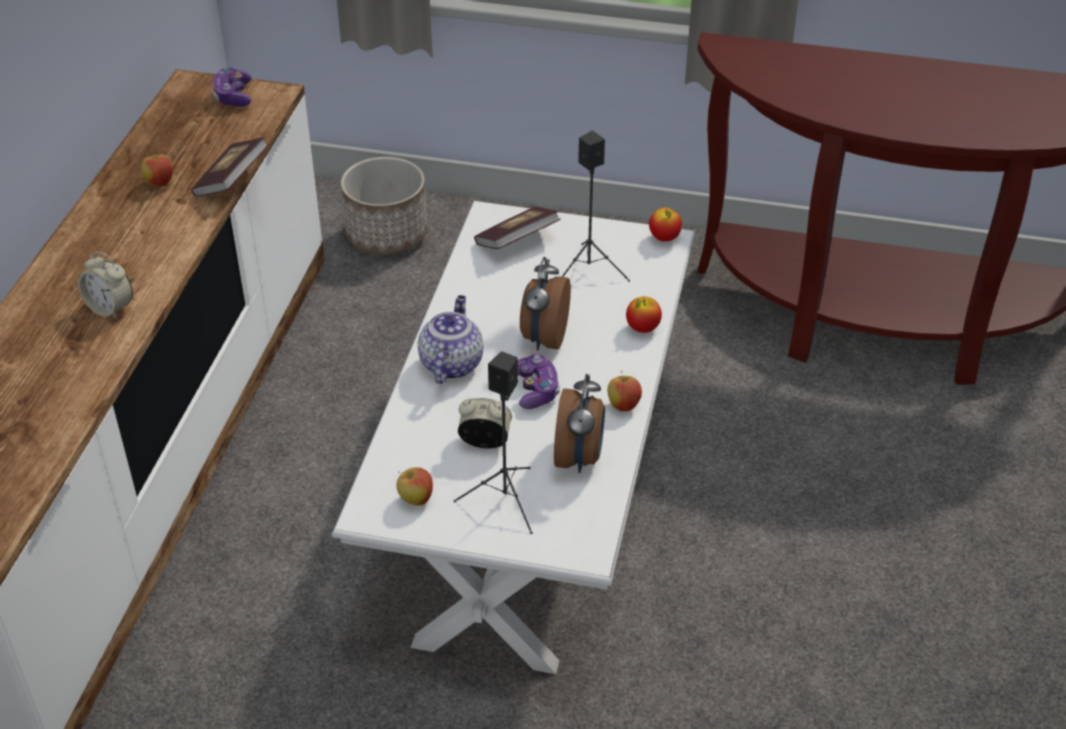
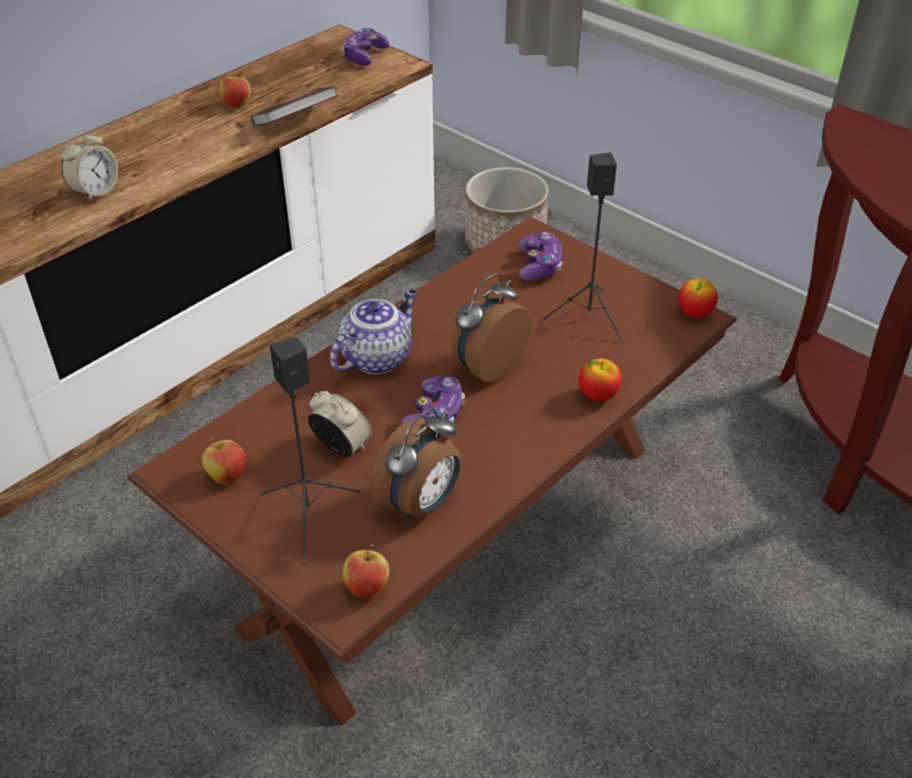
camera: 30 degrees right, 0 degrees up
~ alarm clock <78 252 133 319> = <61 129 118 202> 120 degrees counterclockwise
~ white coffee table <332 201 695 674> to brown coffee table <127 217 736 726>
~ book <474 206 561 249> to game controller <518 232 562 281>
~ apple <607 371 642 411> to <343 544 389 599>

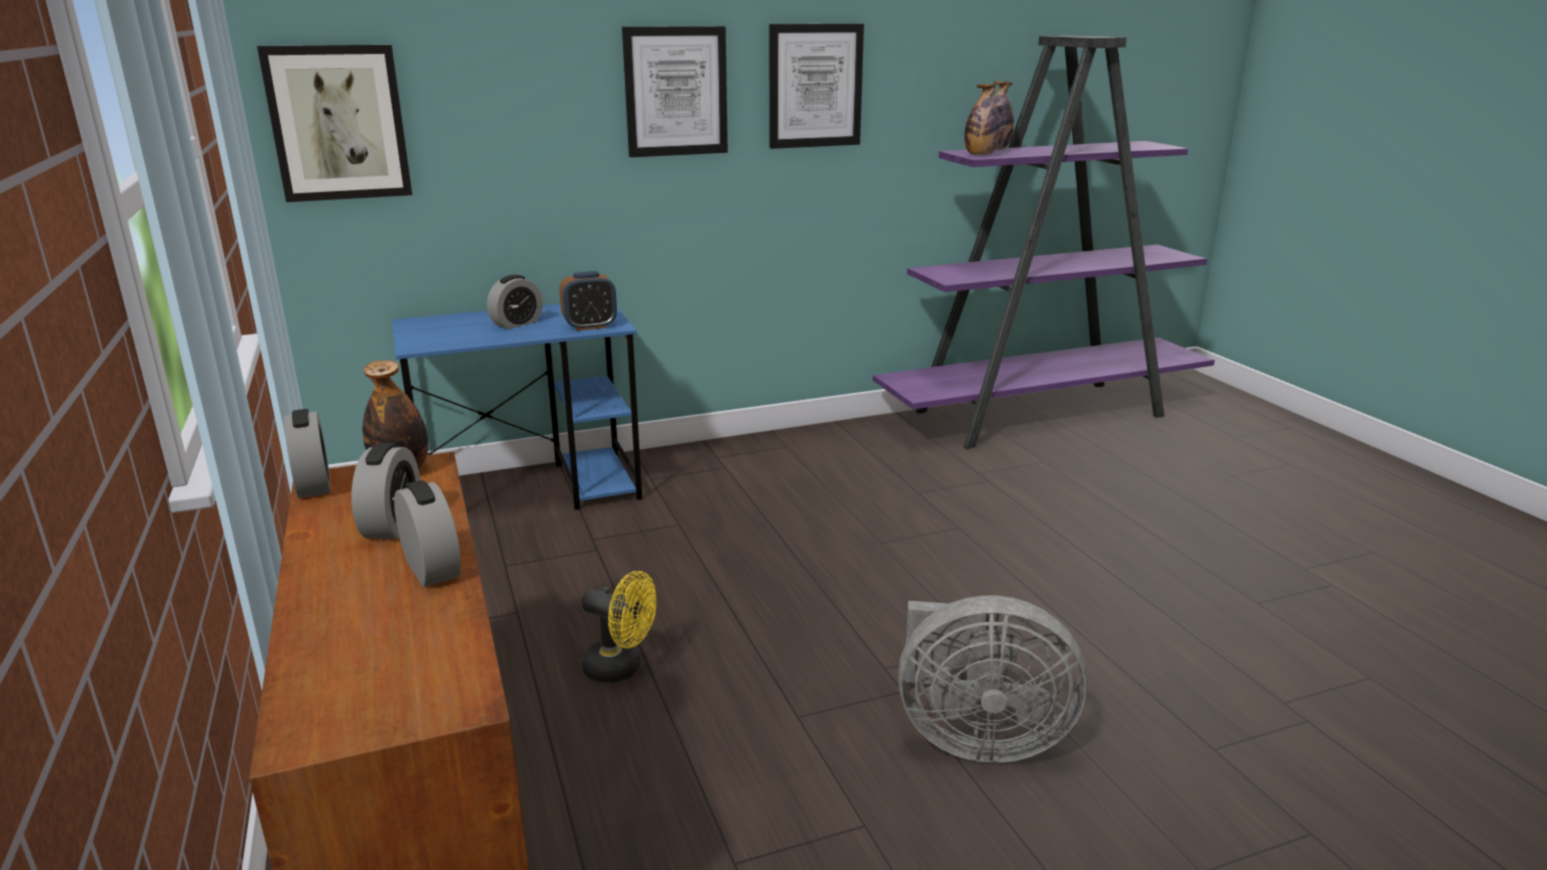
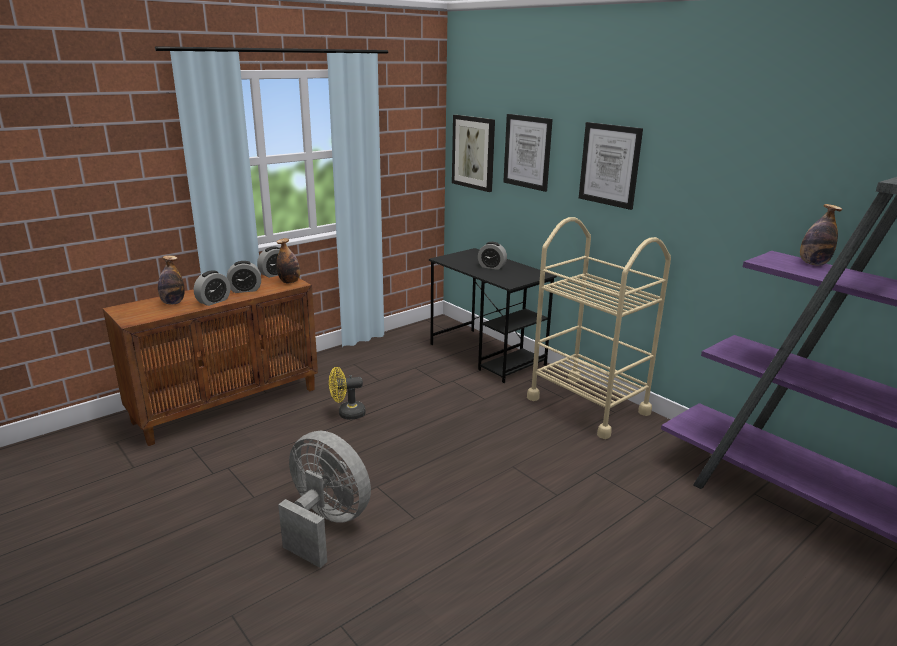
camera: 70 degrees right, 0 degrees up
~ blue desk <392 304 642 510> to black desk <429 248 557 383>
- alarm clock <559 271 617 331>
~ yellow fan <582 571 656 683> = <329 367 366 420> 75 degrees clockwise
~ picture <769 24 864 149> to <503 114 553 192>
~ grey fan <898 596 1087 763> = <278 431 371 568> 135 degrees clockwise
~ bottle <964 84 1000 155> to <158 256 185 305>
+ beige cart <527 217 671 439>

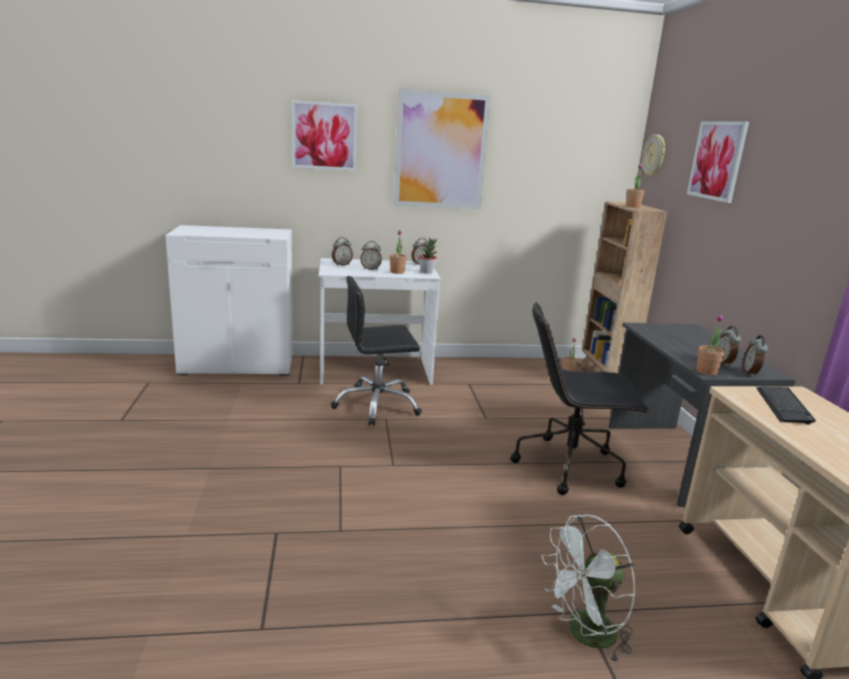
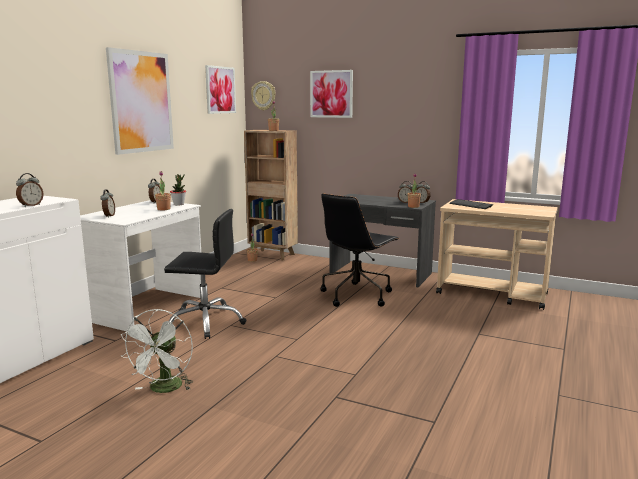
camera: 55 degrees left, 5 degrees down
~ picture <292 100 357 171> to <205 65 236 114>
~ black office chair <331 276 422 426> = <164 209 247 339> 105 degrees counterclockwise
~ alarm clock <360 241 382 270> to <16 173 43 207>
~ white fan <542 514 635 664> to <121 309 193 393>

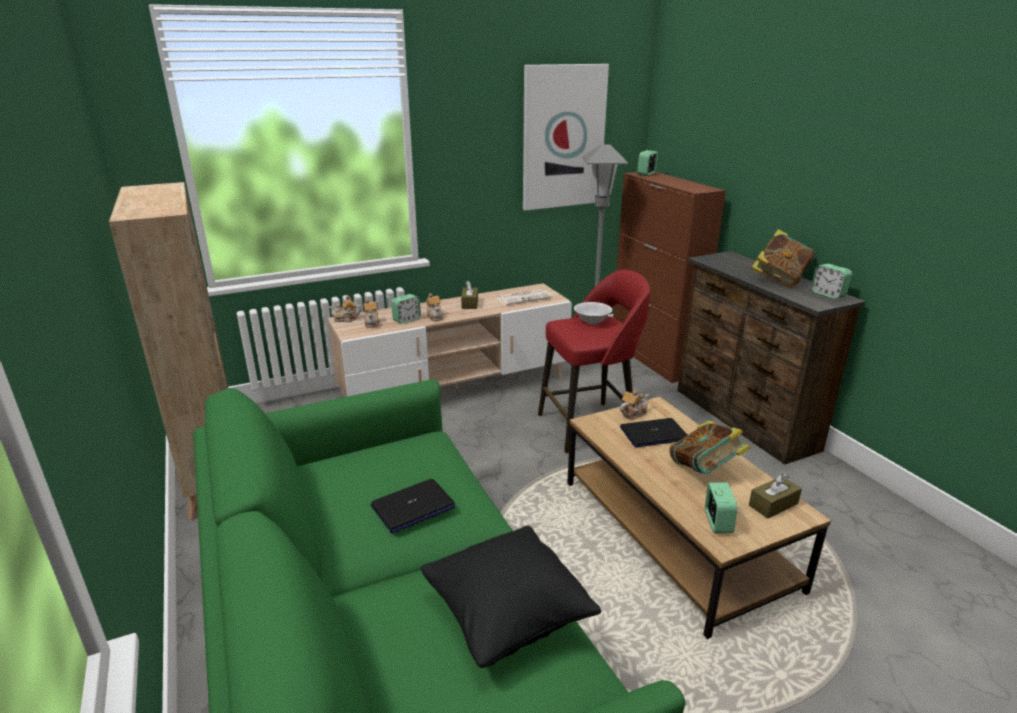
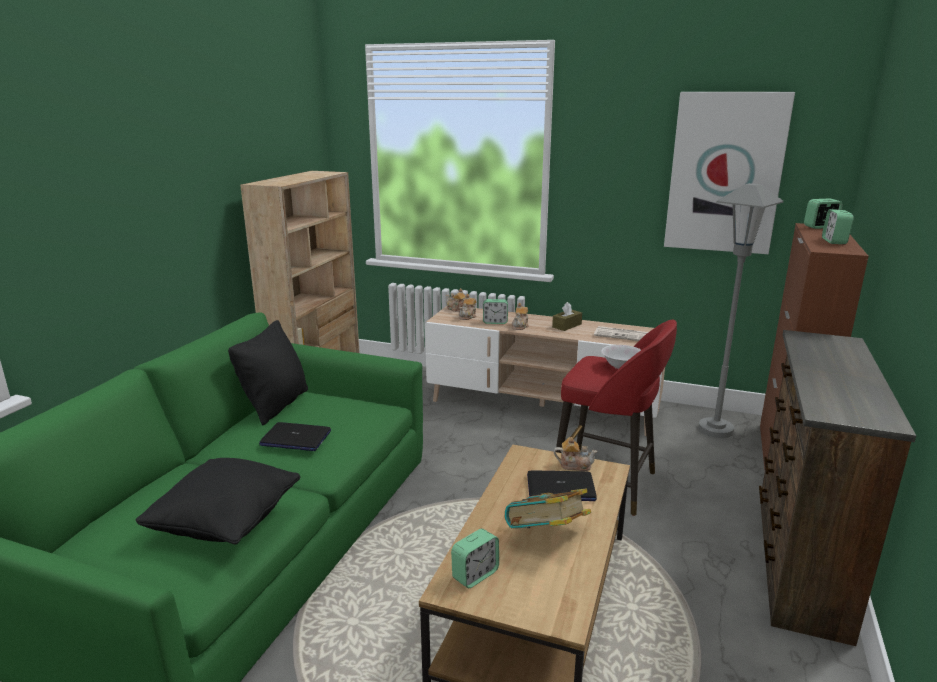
camera: 45 degrees right, 5 degrees down
~ laptop <620 418 687 447> = <527 470 597 501> 150 degrees clockwise
- brown tissue box <749 474 802 519>
- book <751 229 814 288>
~ alarm clock <811 264 852 299> to <822 209 854 244>
+ black pillow <228 320 308 425>

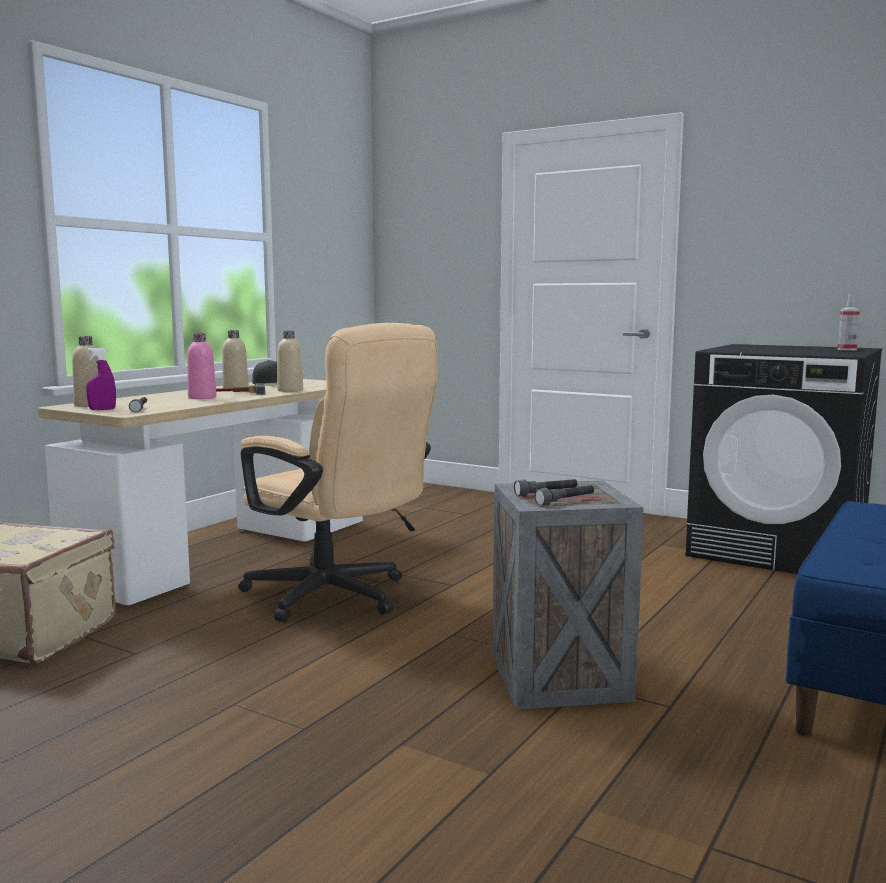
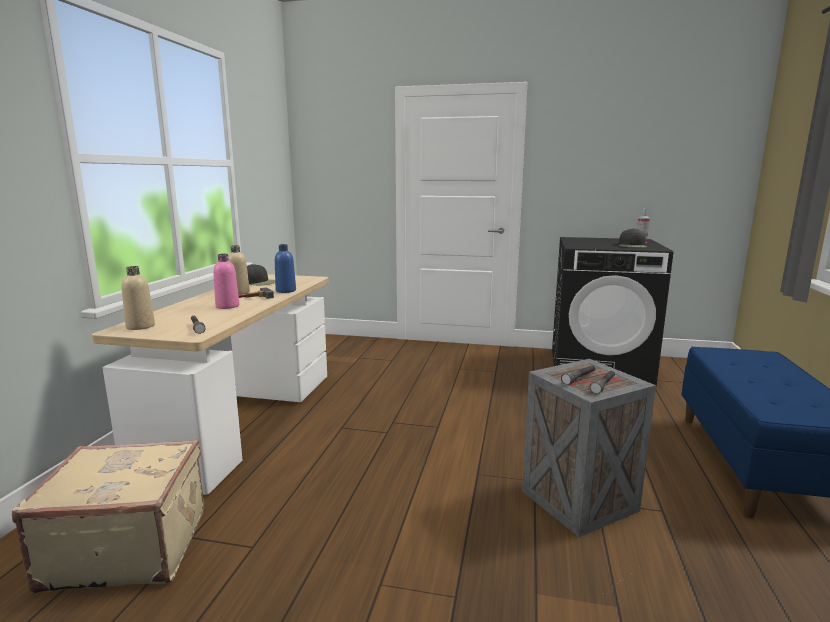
camera: 20 degrees left, 5 degrees up
- purple spray bottle <86 348 116 410>
- beige office chair <238 323 438 623>
~ beige bottle <277 331 303 392> to blue bottle <275 244 296 293>
+ black cap <619 228 647 248>

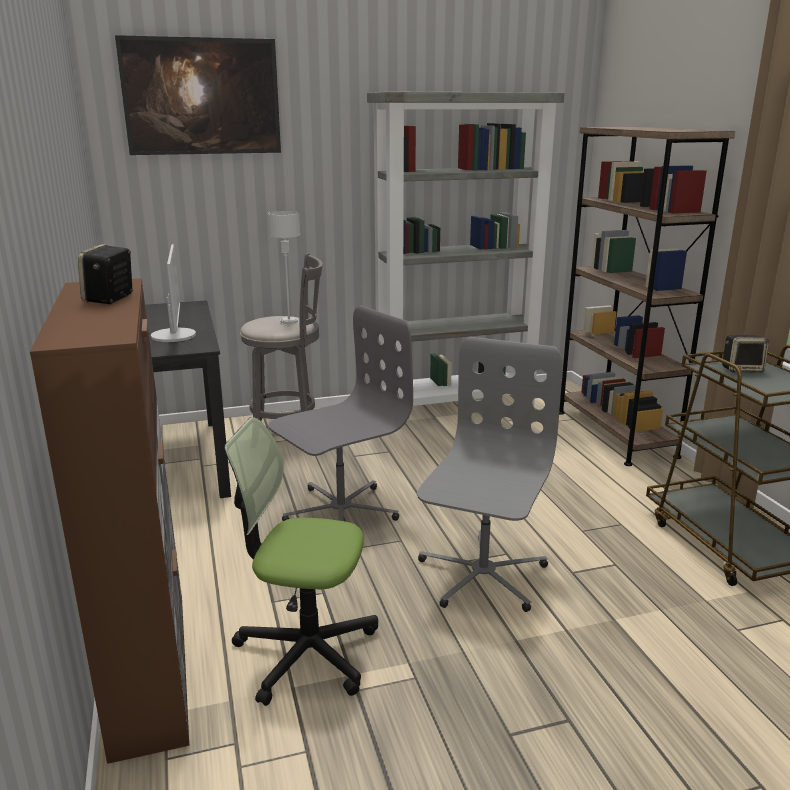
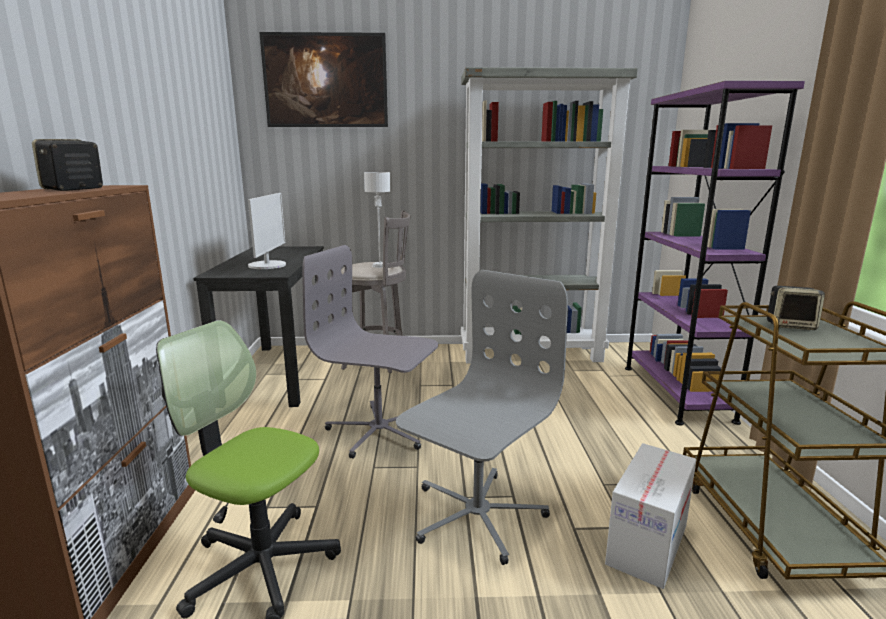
camera: 15 degrees right, 5 degrees down
~ grey office chair <268 305 413 521> = <302 245 438 459> 135 degrees counterclockwise
~ brown bookcase <559 127 735 466> to purple bookcase <625 81 805 426>
+ cardboard box <605 443 697 589>

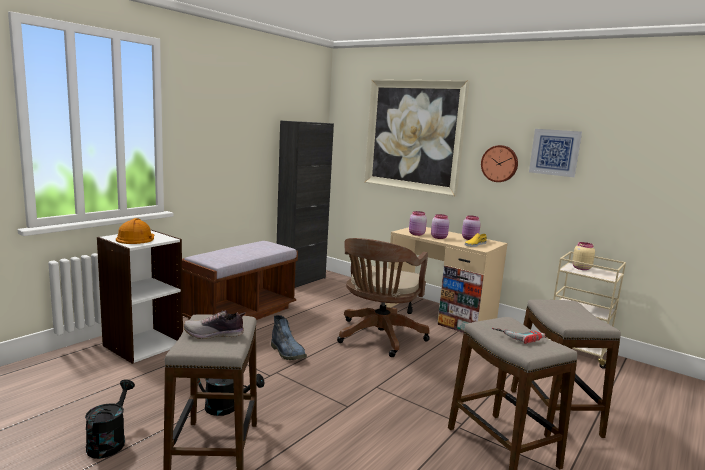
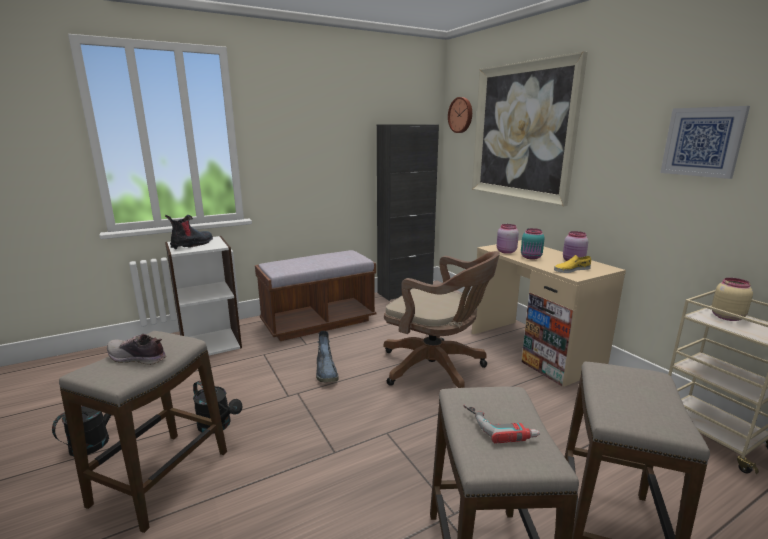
camera: 25 degrees right, 5 degrees up
~ orange hard hat <116 218 155 244> to boot <165 215 213 249>
~ brown office chair <337 238 430 357> = <384 251 500 388> 105 degrees counterclockwise
~ pink jar <431 214 449 239> to turquoise jar <521 228 545 260>
~ wall clock <481 145 518 182> to <448 97 472 133>

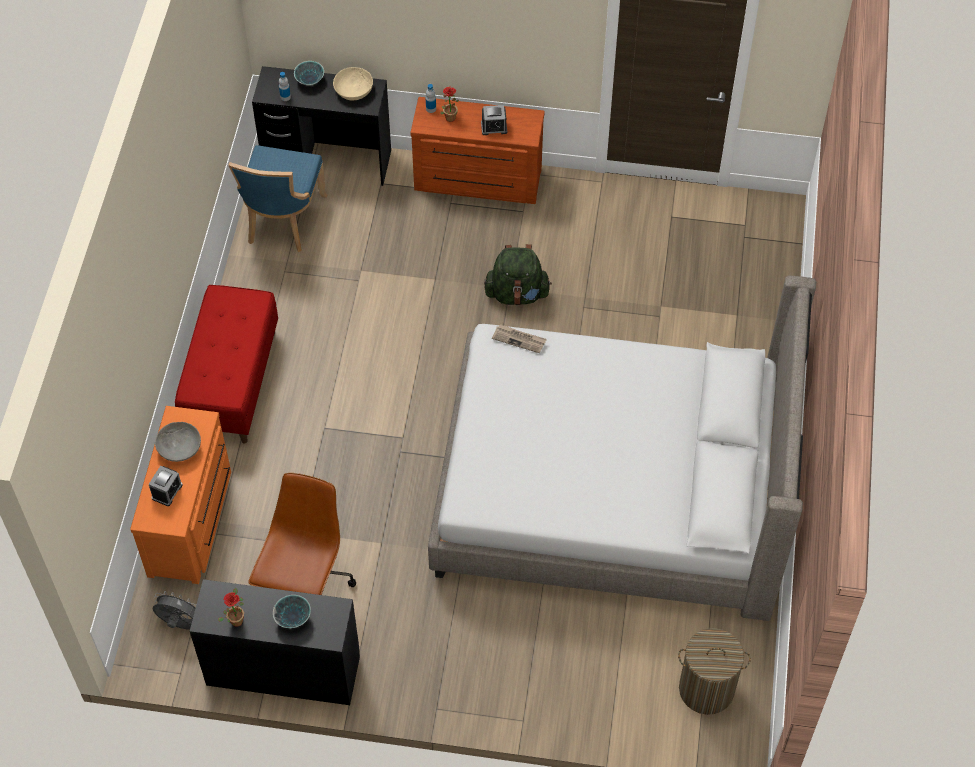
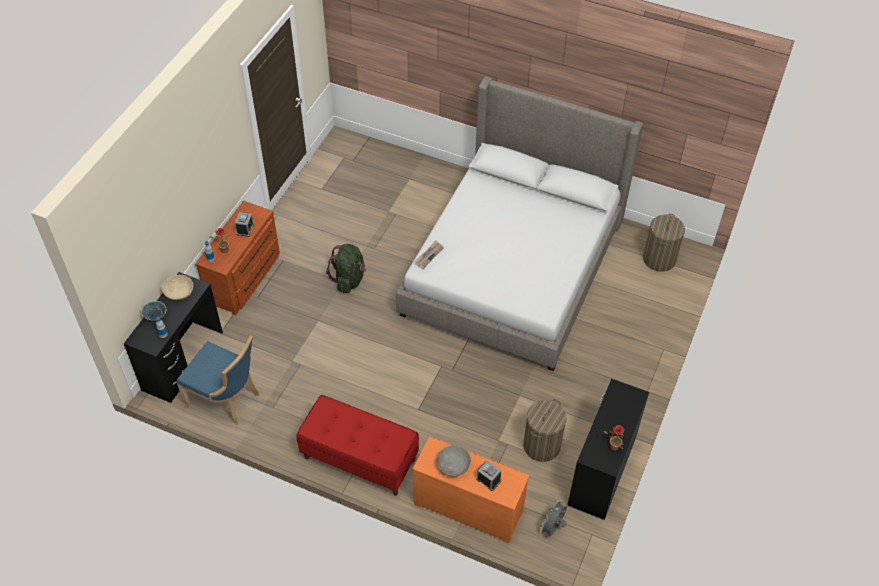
camera: 75 degrees left, 5 degrees down
~ brown office chair <248 473 356 595> to laundry basket <523 399 567 462>
- bowl <273 595 311 628>

